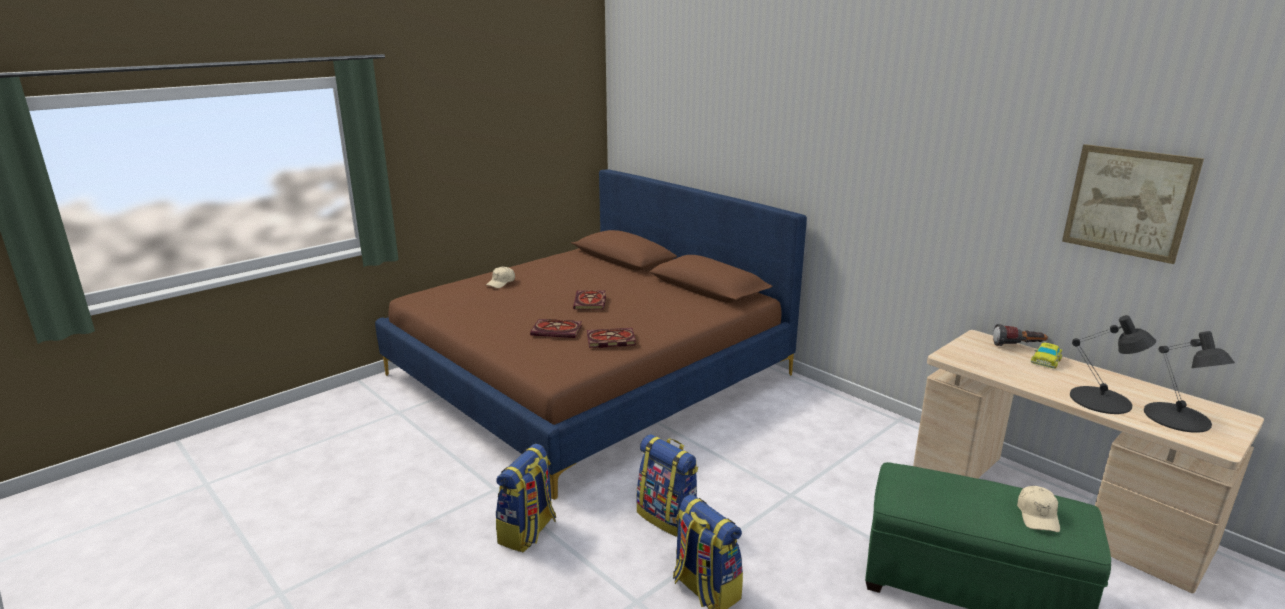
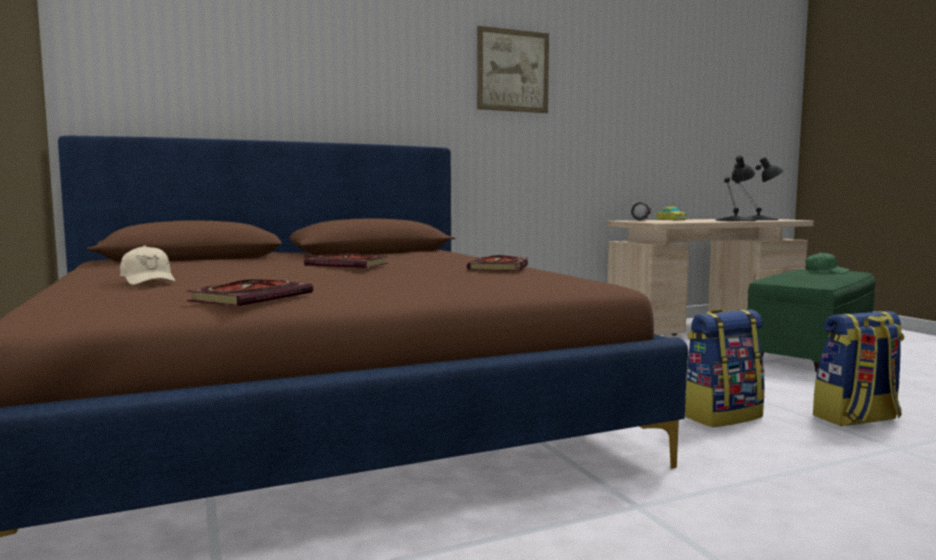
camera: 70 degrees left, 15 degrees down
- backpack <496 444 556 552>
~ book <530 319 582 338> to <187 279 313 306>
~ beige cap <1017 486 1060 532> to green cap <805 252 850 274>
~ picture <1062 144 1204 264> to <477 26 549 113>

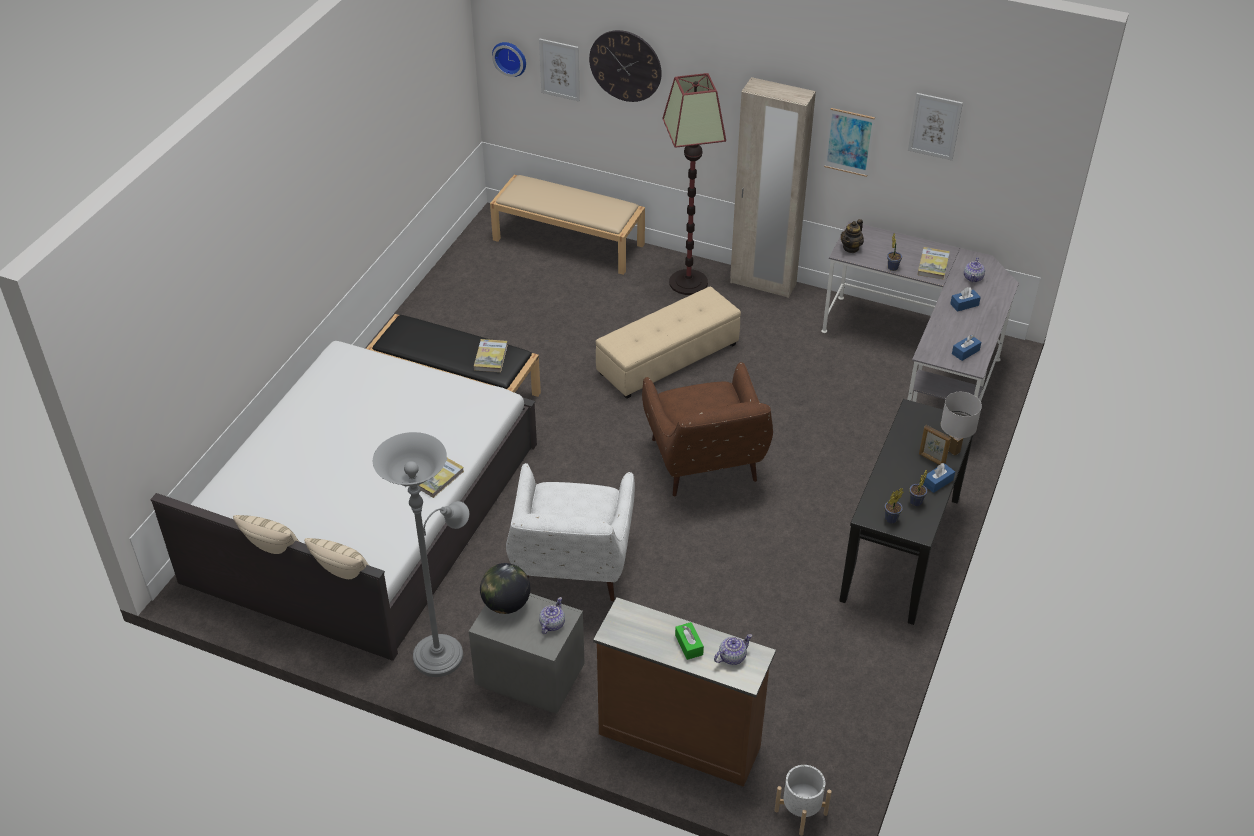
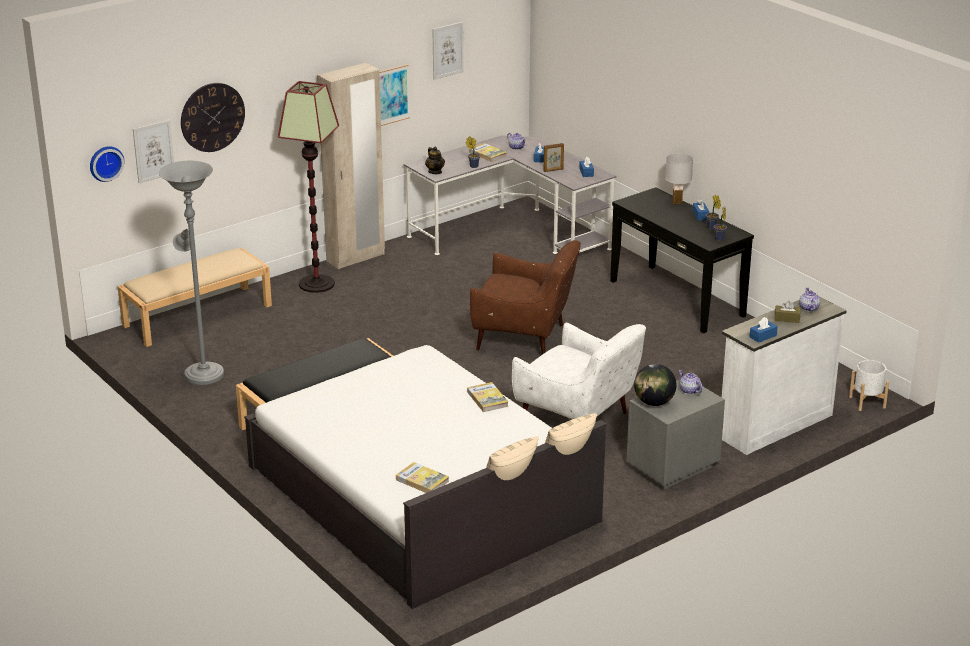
camera: 60 degrees left, 15 degrees down
~ grey floor lamp <373 432 469 677> to <159 161 224 385>
~ book <474 339 508 372> to <396 462 449 493>
~ brown dresser <593 597 776 787> to white dresser <722 297 847 455>
- beige ottoman <596 287 741 399>
~ green tissue box <675 622 704 660> to brown tissue box <774 301 801 323>
~ picture frame <919 425 951 465> to <543 143 564 172>
+ blue tissue box <750 317 778 343>

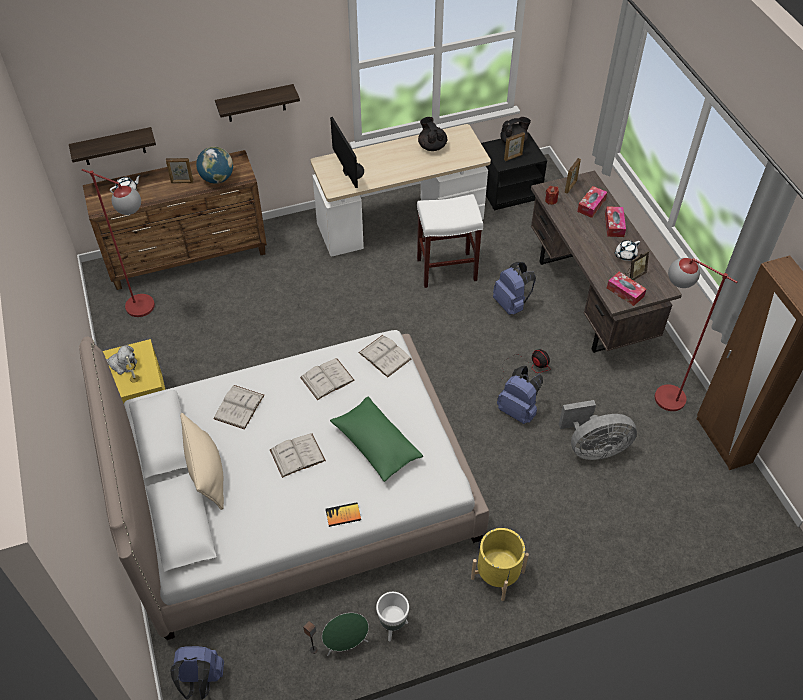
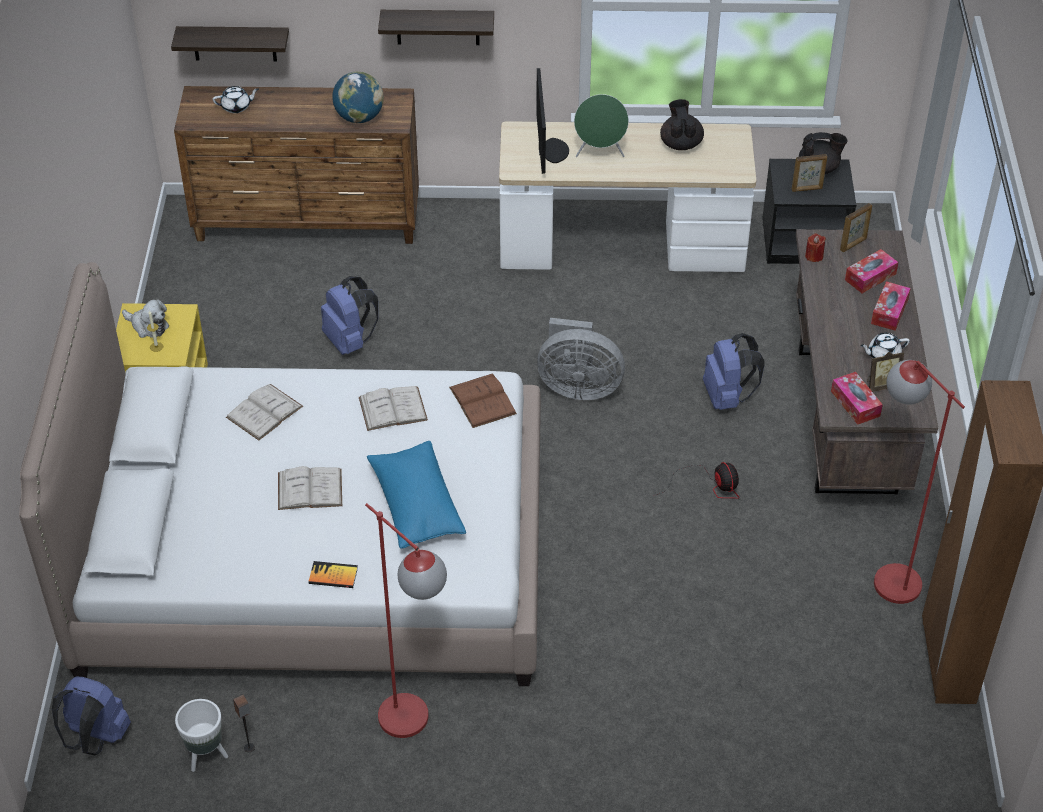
camera: 20 degrees right, 5 degrees down
~ red floor lamp <82 169 155 317> to <365 503 447 738>
- picture frame <166 158 193 183>
- beige pillow <180 413 224 510>
~ green speaker <322 613 369 656> to <574 94 629 157>
~ green pillow <330 397 423 482> to blue pillow <367 441 466 549>
~ white book <359 335 411 377> to brown book <449 373 517 428>
~ white planter <376 592 409 641> to <175 699 228 772>
- white stool <417 194 483 288>
- yellow planter <471 528 529 601>
~ blue backpack <497 366 543 424> to <321 276 378 355>
~ grey fan <559 400 637 460> to <537 318 625 400>

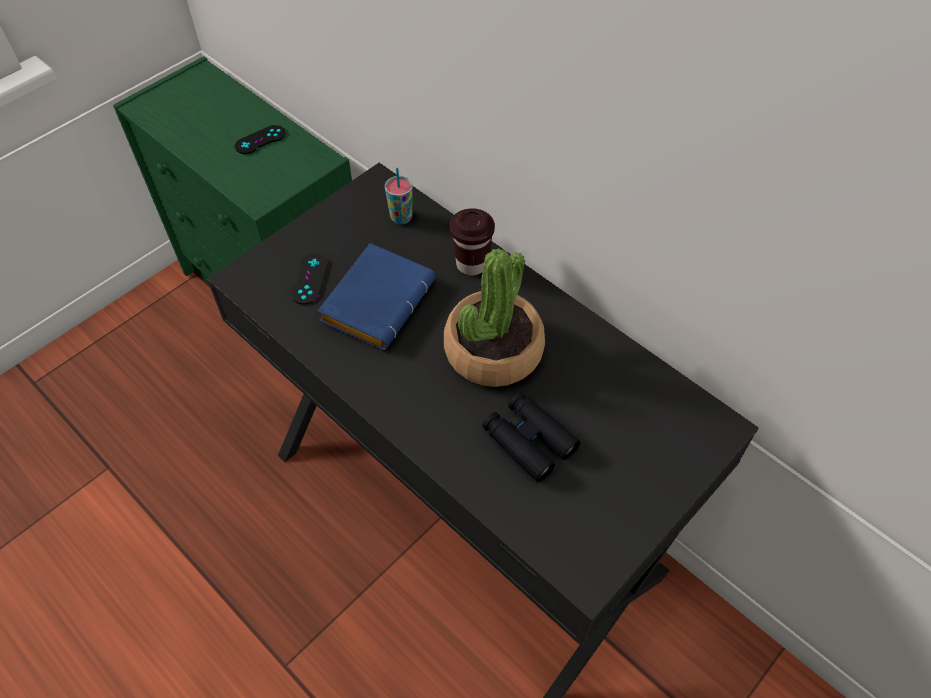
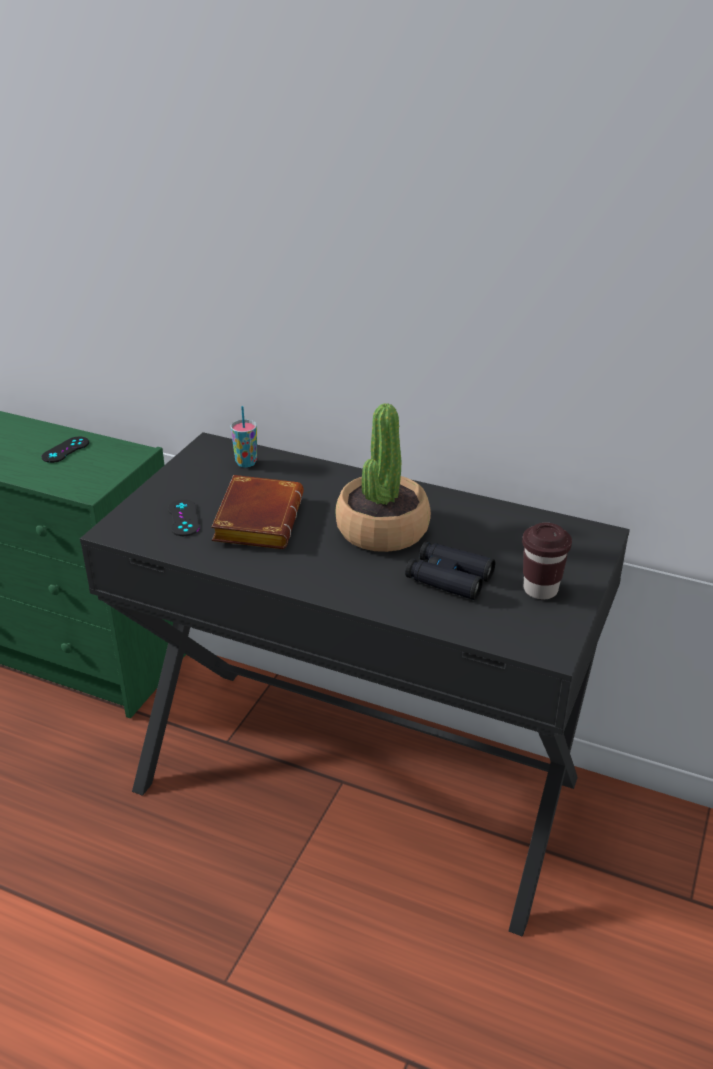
camera: 20 degrees left, 20 degrees down
~ blue book <317 243 435 350> to brown book <211 475 304 549>
~ brown cup <450 208 495 275> to <522 523 572 599>

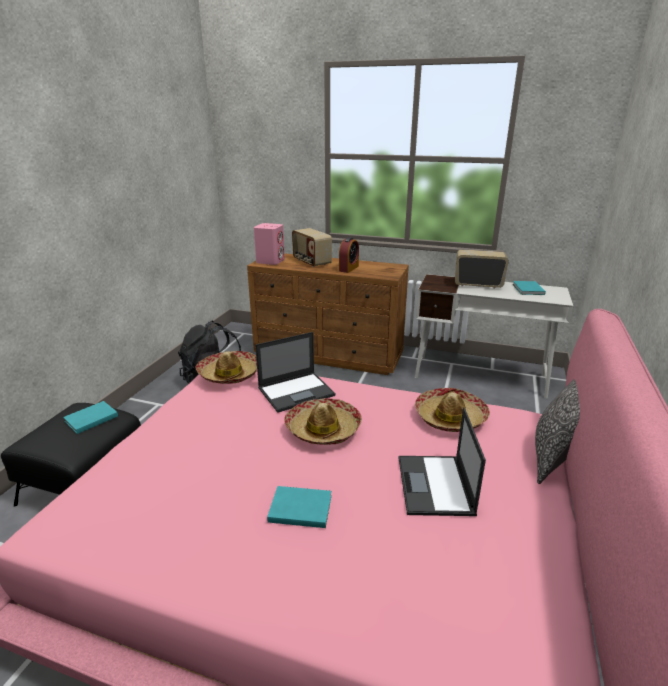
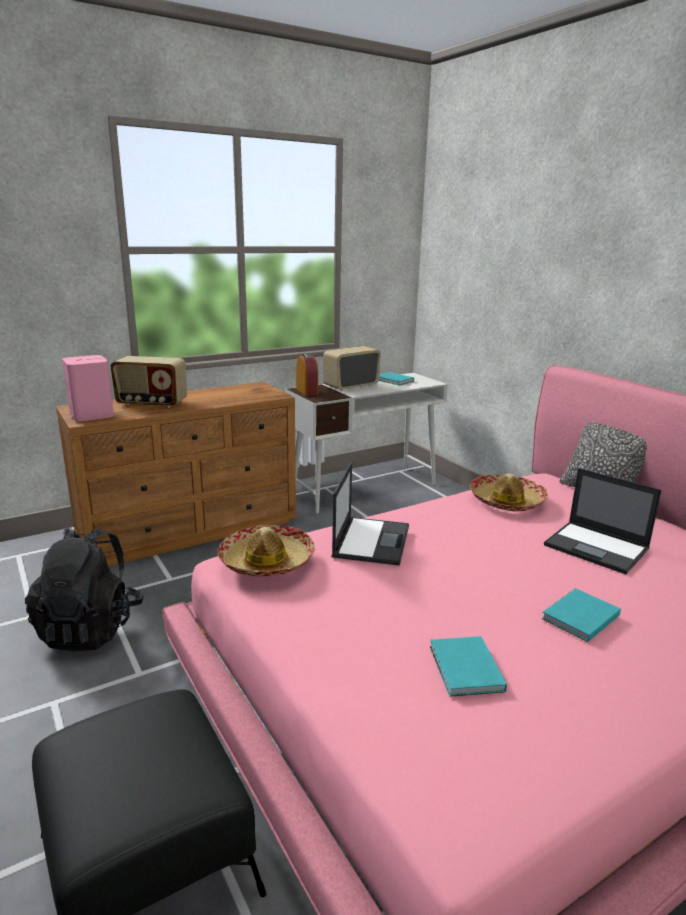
camera: 50 degrees left, 5 degrees down
~ turquoise book <63 401 118 434> to <430 636 507 697>
- hat <284 398 362 445>
~ alarm clock <339 237 359 273> to <296 354 318 396>

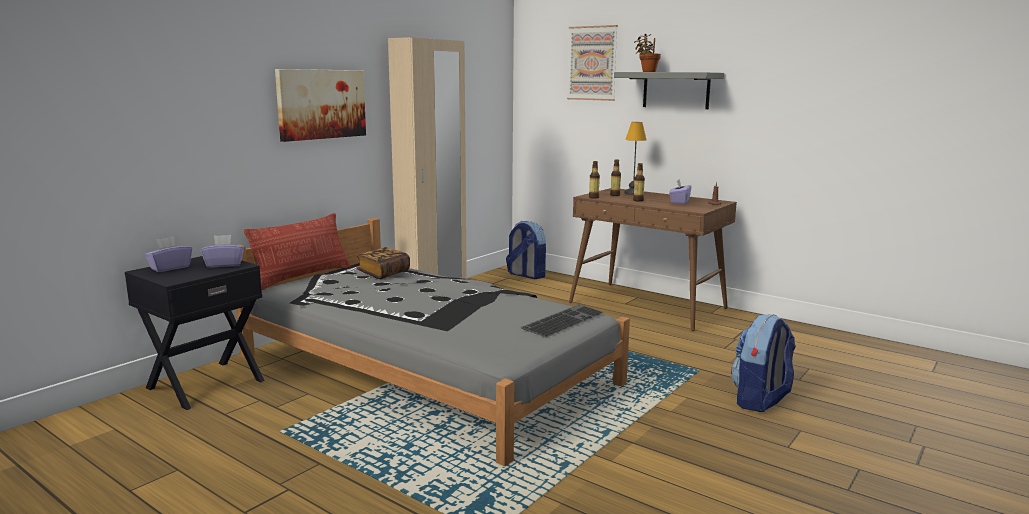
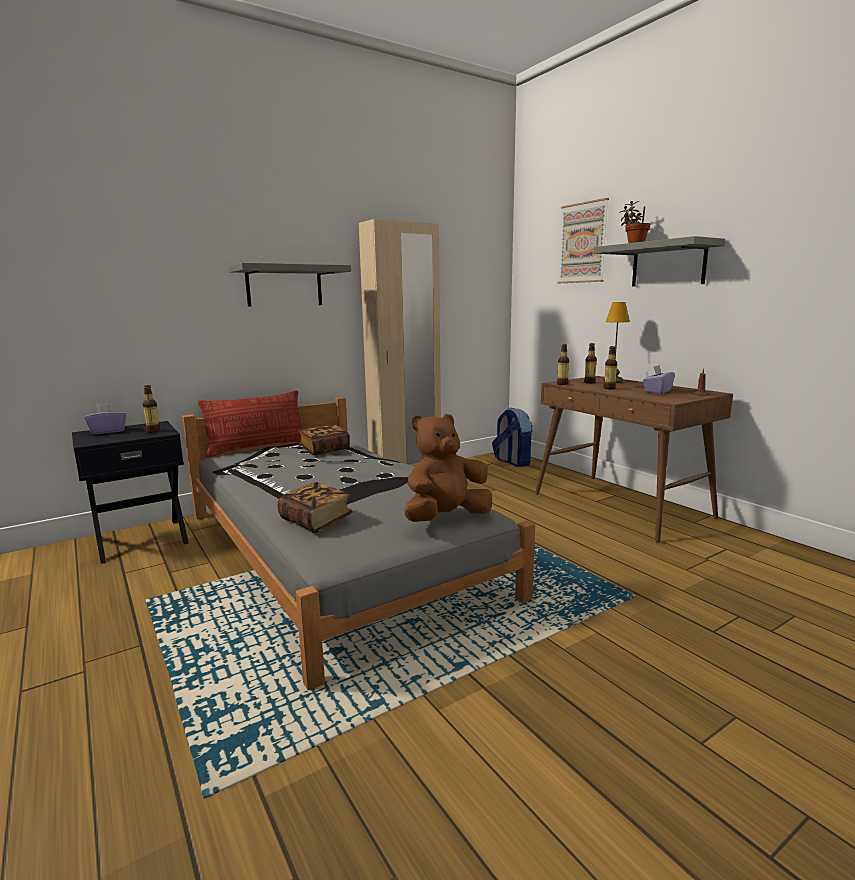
camera: 20 degrees right, 0 degrees up
~ purple tissue box <201 235 244 268> to bottle <143 385 161 433>
~ picture <275 69 366 142> to grey shelf <229 263 351 307>
~ keyboard <520 304 604 337> to brown plush toy <405 414 492 522>
- backpack <731 314 796 412>
+ book <277 482 353 533>

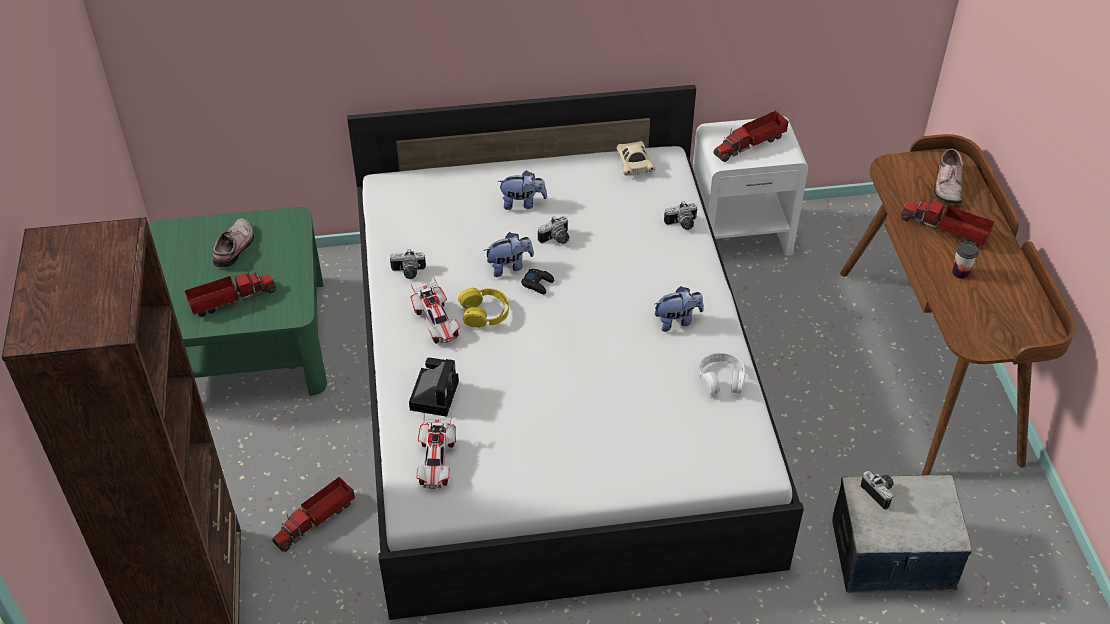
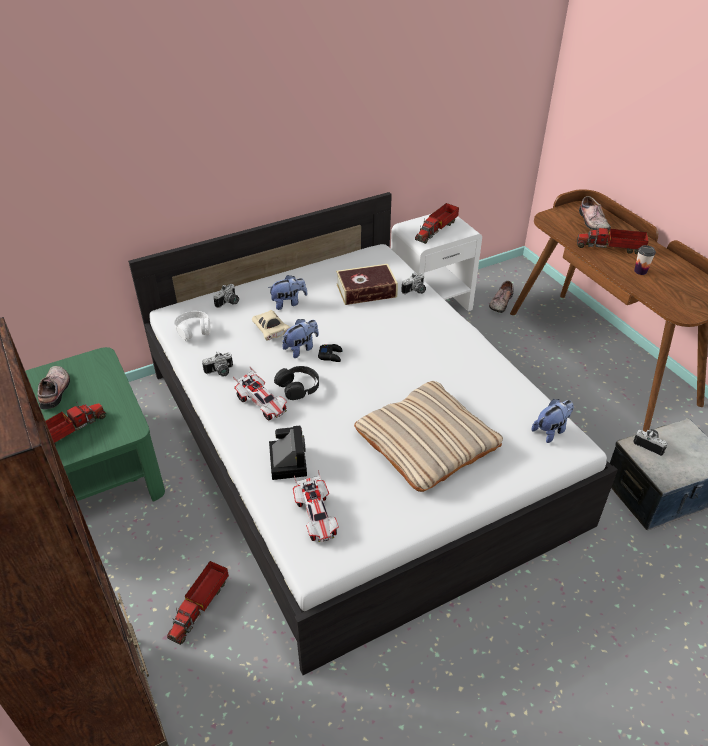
camera: 20 degrees left, 5 degrees down
~ yellow headphones <458 288 509 328> to black headphones <274 366 319 400>
~ photo camera <538 216 569 244> to <214 284 239 308>
~ beige toy car <617 141 656 176> to <252 310 290 340>
~ plush toy <655 287 704 332> to <532 399 574 443>
~ white headphones <699 353 745 396> to <174 311 211 341>
+ book <336 264 398 305>
+ beige pillow <354 381 503 492>
+ shoe <489 281 514 313>

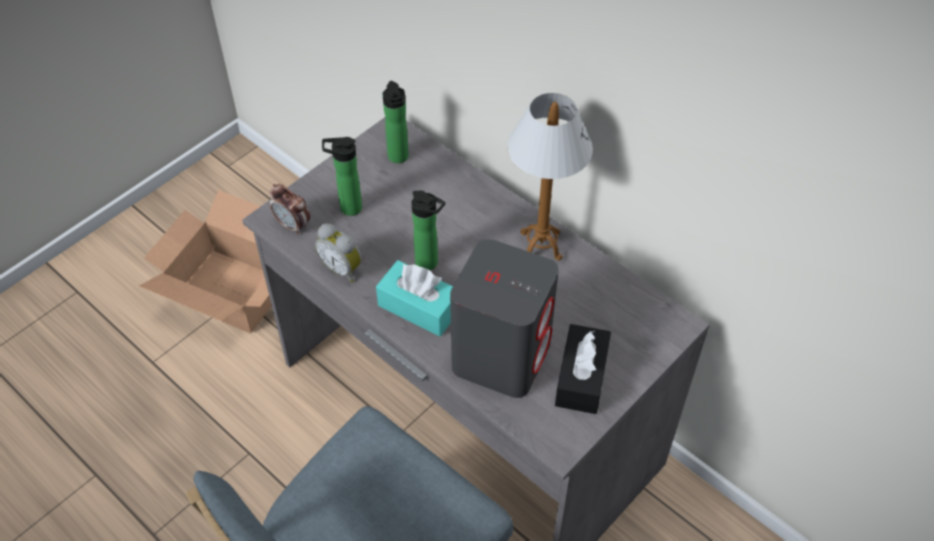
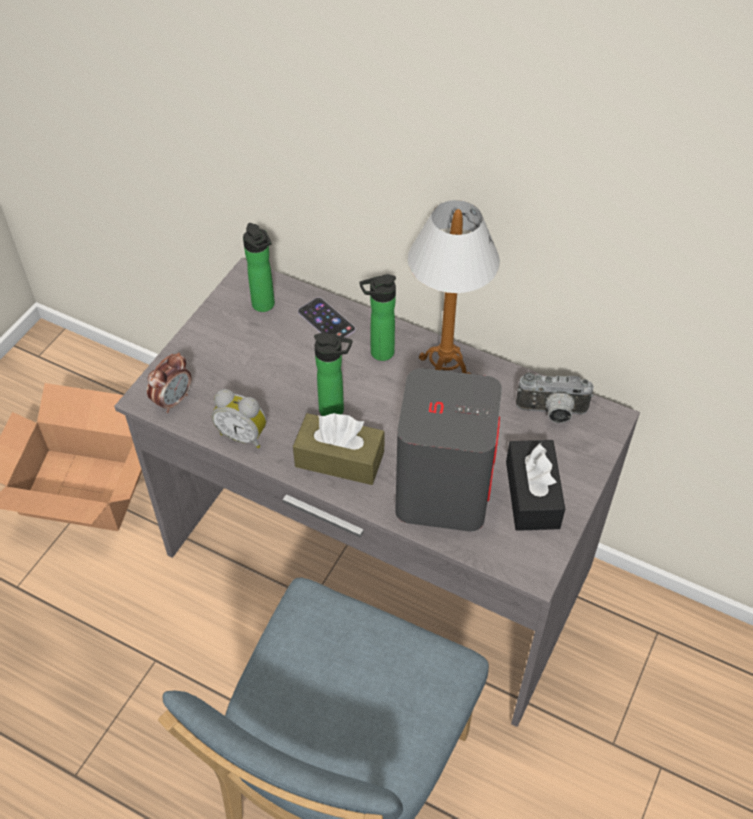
camera: 15 degrees left, 0 degrees up
~ alarm clock <269 184 310 235> = <147 353 192 413> 75 degrees counterclockwise
~ bottle <322 137 362 216> to <359 274 396 361>
~ turquoise tissue box <376 260 453 336> to brown tissue box <293 413 384 485>
+ phone <298 297 356 338>
+ photo camera <516 372 594 423>

